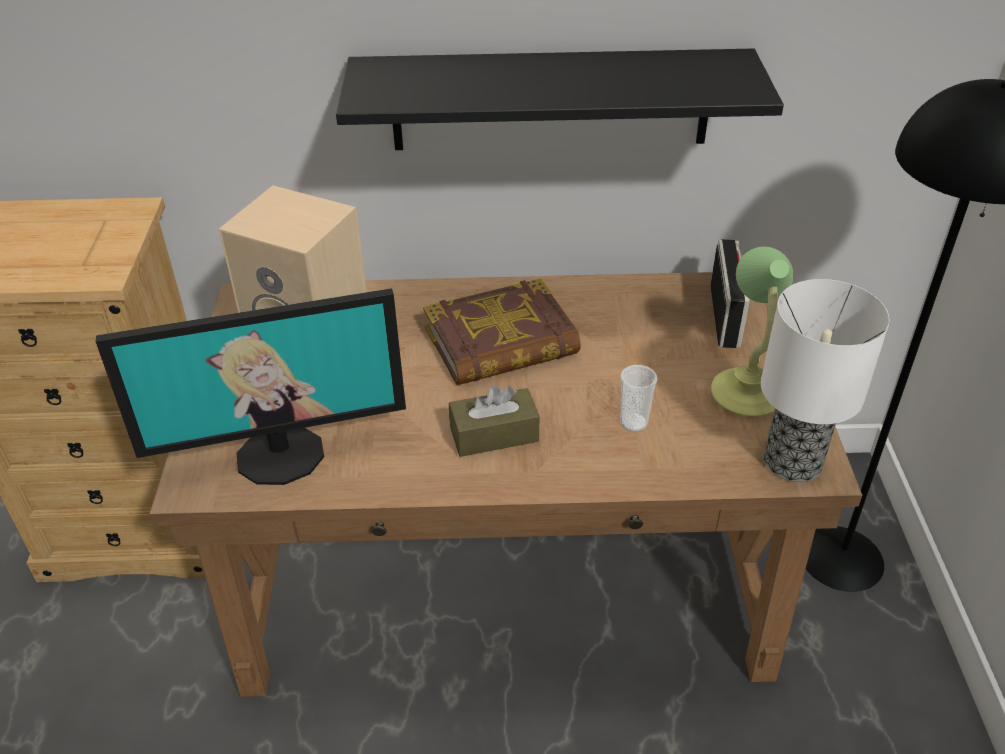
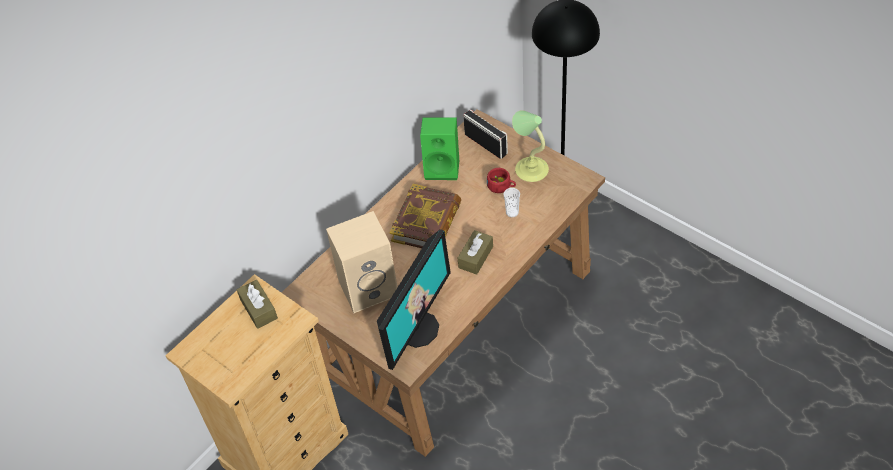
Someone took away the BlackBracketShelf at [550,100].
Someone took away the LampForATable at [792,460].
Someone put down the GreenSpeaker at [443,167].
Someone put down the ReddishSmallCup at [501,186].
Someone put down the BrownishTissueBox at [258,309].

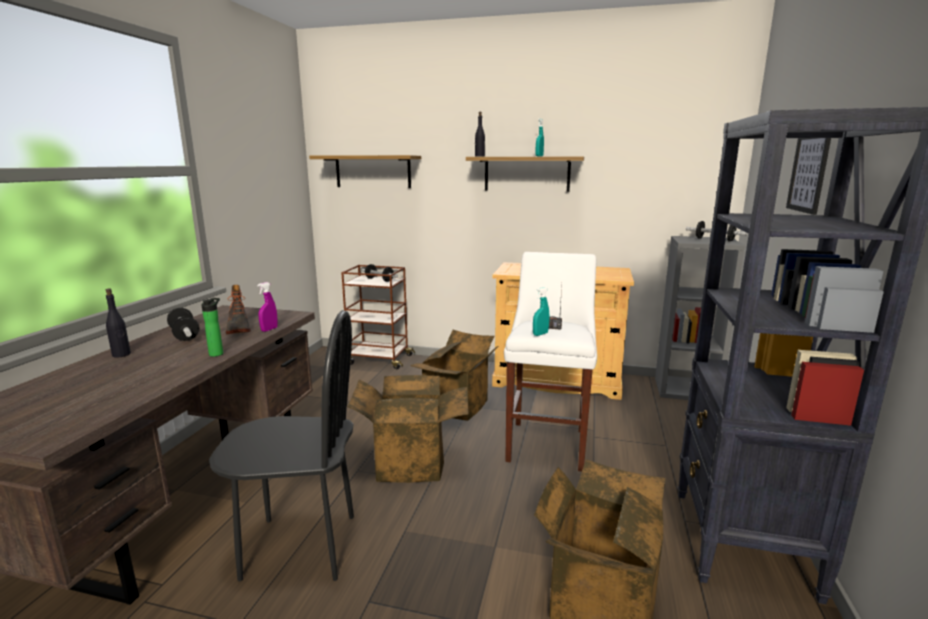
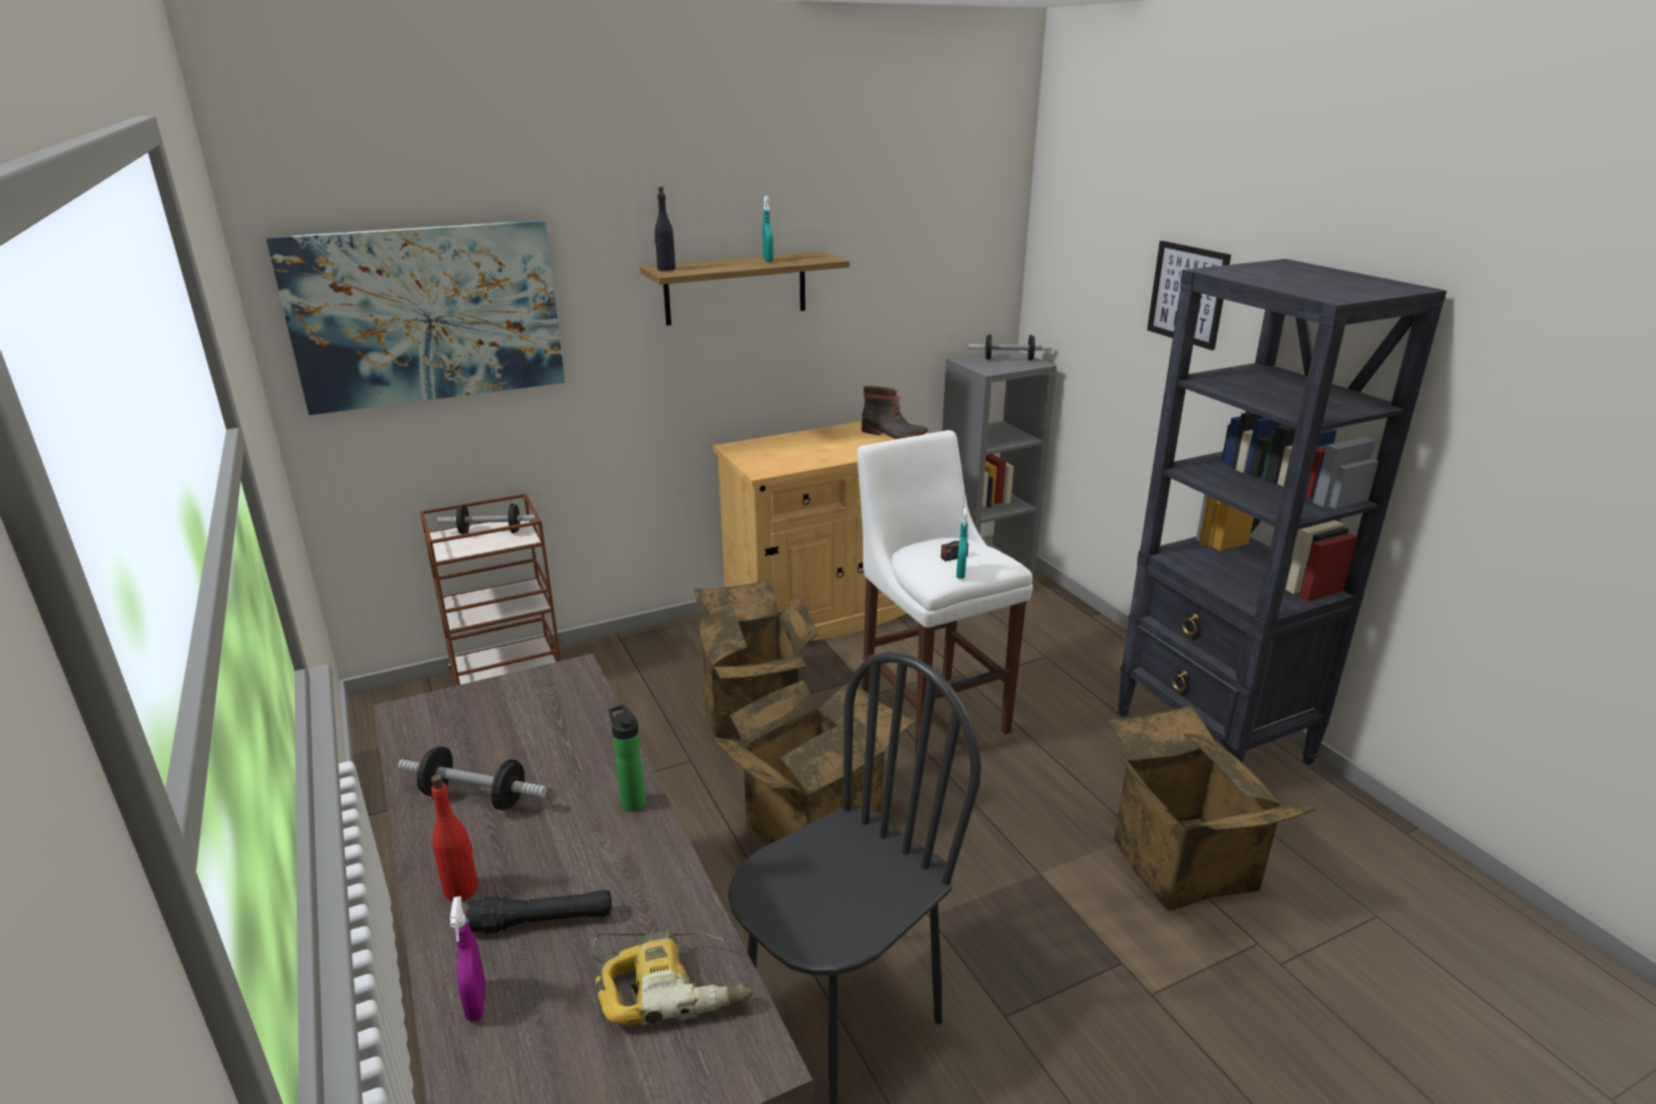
Someone swapped the BracketShelf at [373,171] for the WallArt at [427,314].
Someone carried the PurpleColouredHandSprayer from [269,329] to [476,1003].
Someone carried the TallBoot from [238,328] to [893,434].
Someone repainted the BlackBottle at [121,354], which became the ReddishBottle at [461,889].
Someone put down the BlackHandTorch at [542,921].
Someone put down the PowerDrill at [671,984].

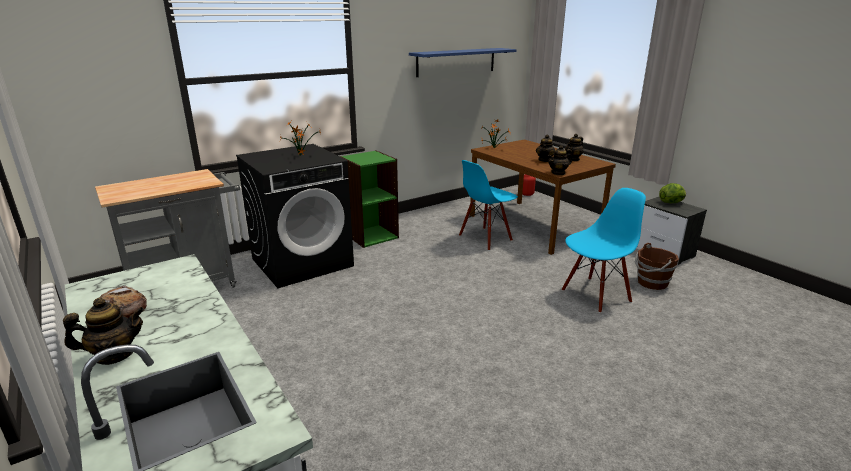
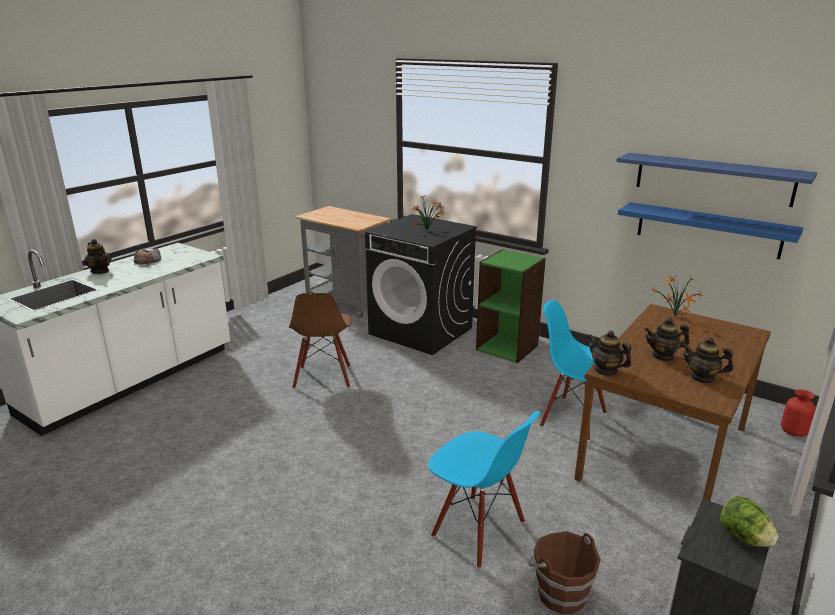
Someone put up the BlueColouredBracketShelf at [707,230].
Someone put down the BrownishChair at [323,377].

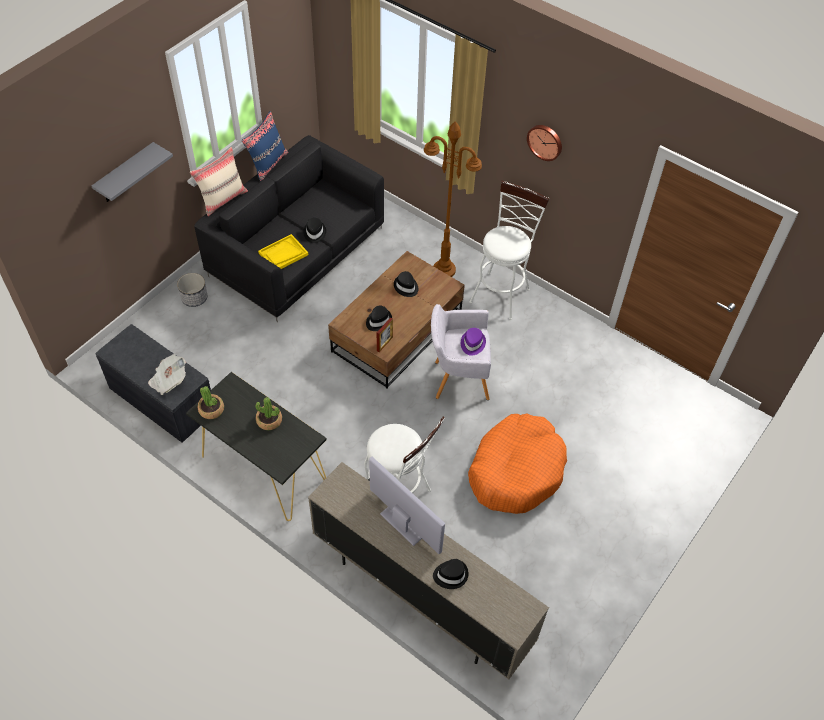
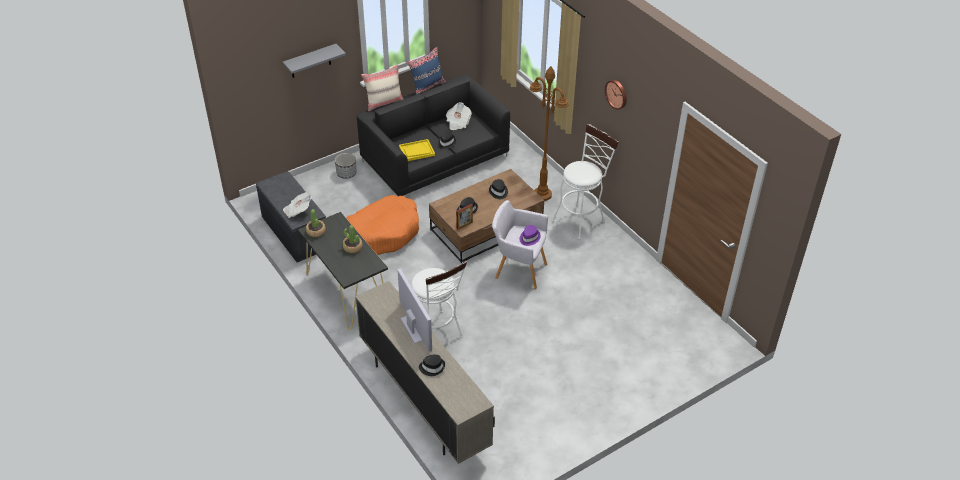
Someone carried the OrangeDogBed from [516,470] to [383,232].
Someone put down the PrintedPaper at [458,122].

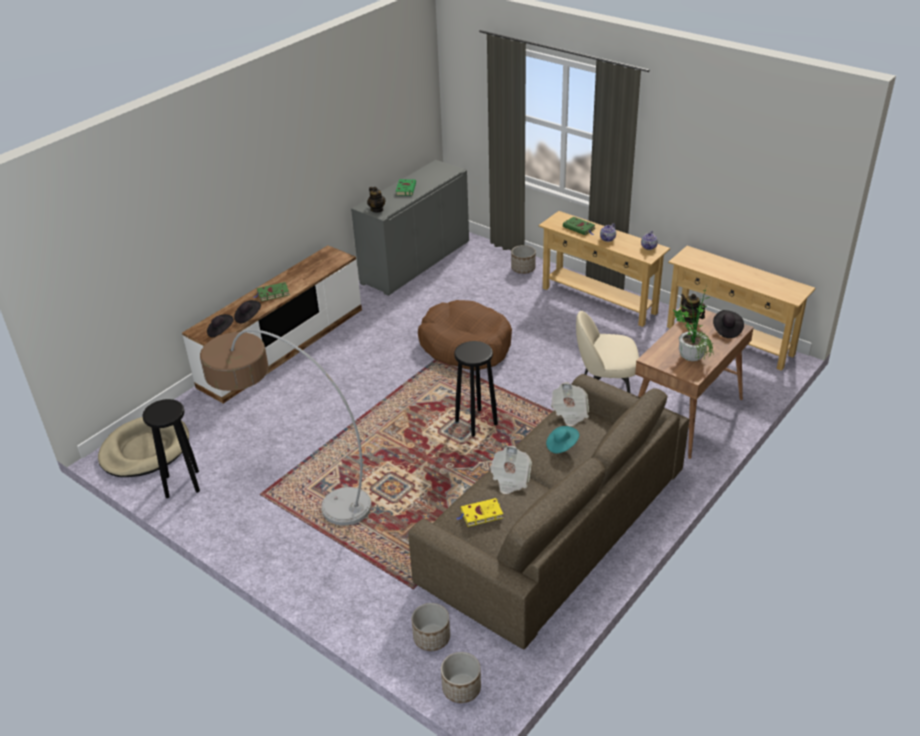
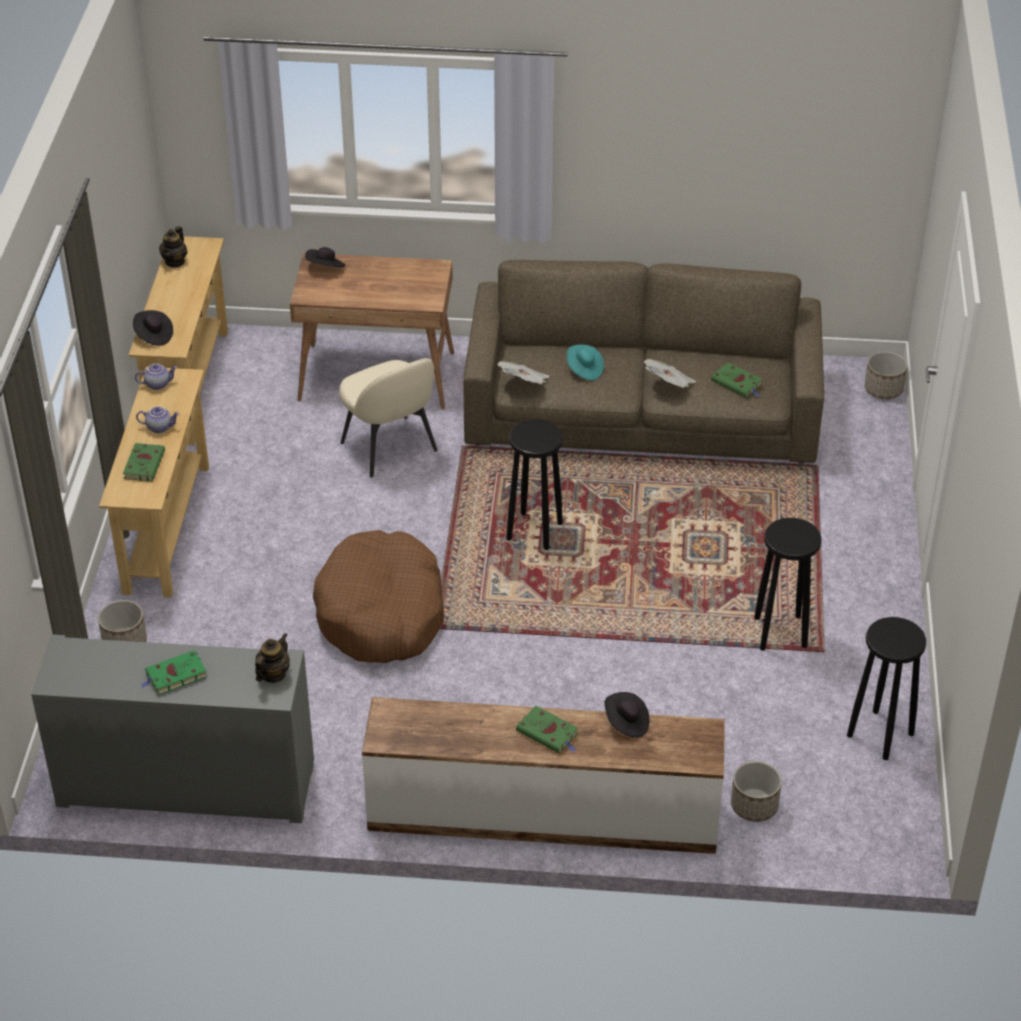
Someone took away the Houseplant at [690,354].
Someone carried the PotForTea from [690,319] to [175,261].
Someone carried the BlackClothingHat from [220,331] to [153,336].
Someone swapped the StandingLamp at [293,484] for the BlackStool at [781,633].
Someone took away the BeigeDogBed at [145,449].
Someone repainted the YellowVolume at [480,514], which became the GreenVolume at [738,383].
Someone carried the FlowerPot from [431,637] to [754,806].

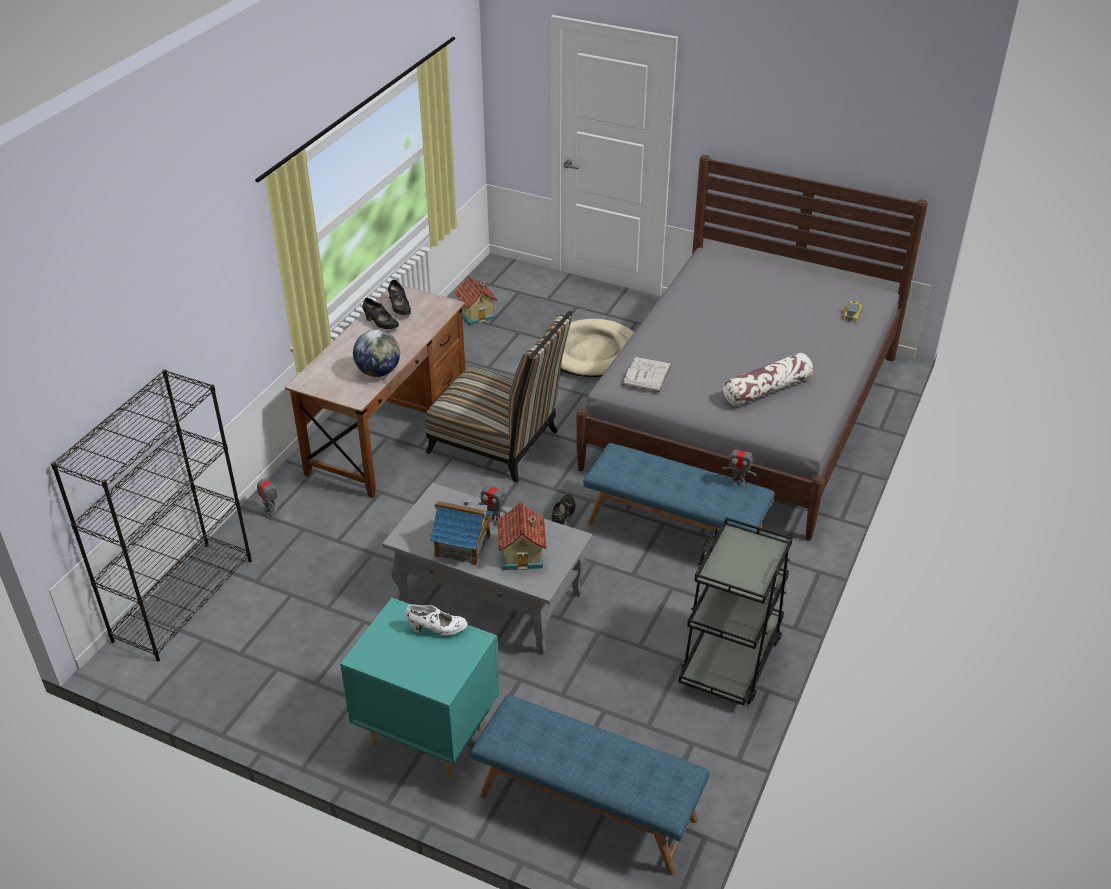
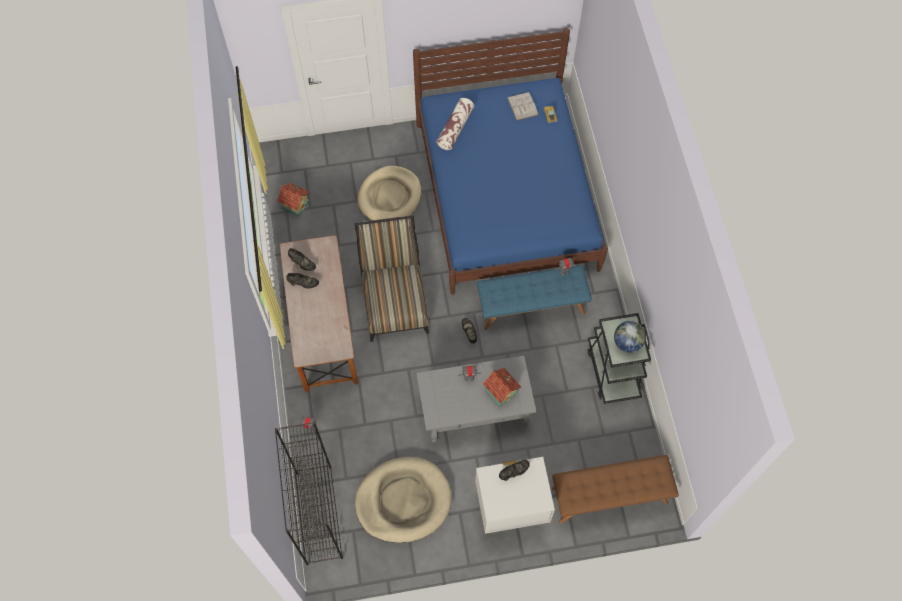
Someone repainted the GreySleepingBed at [744,411], which became the BlueColouredSleepingBed at [506,195].
Someone rotated the Chair at [500,444] by 90 degrees counterclockwise.
Someone carried the DeskGlobe from [378,372] to [627,342].
Someone carried the Pillow from [767,389] to [455,128].
Someone carried the WhiteVolume from [647,374] to [522,106].
Someone took away the ToyHouse at [463,546].
Someone repainted the TurquoiseColouredNightstand at [428,735], which became the WhiteNightstand at [511,508].
Someone repainted the WhiteLowShoe at [437,629], which became the BlackLowShoe at [514,472].
Someone repainted the BlueColouredBench at [587,808], which became the BrownishBench at [609,496].
Someone put down the BeigeDogBed at [403,501].

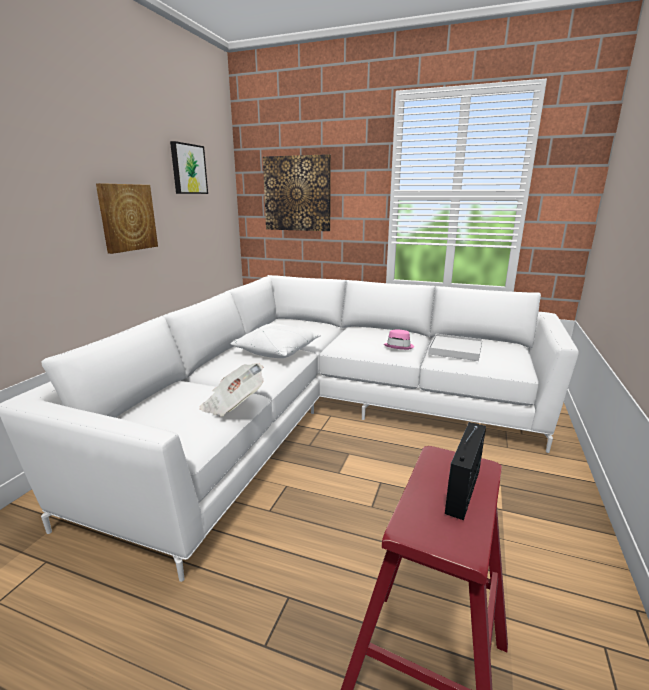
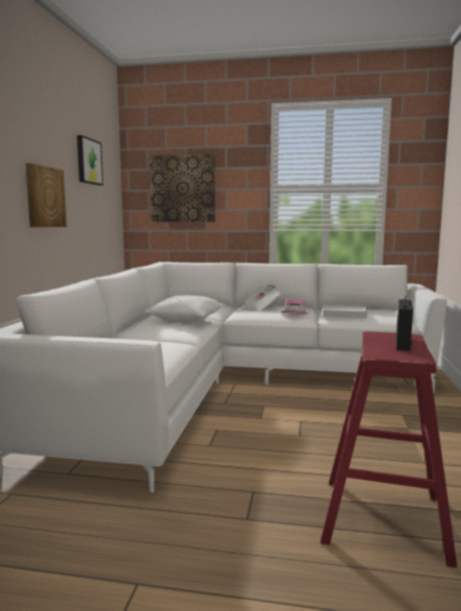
Someone carried the PrintedPaper from [233,404] to [259,308].

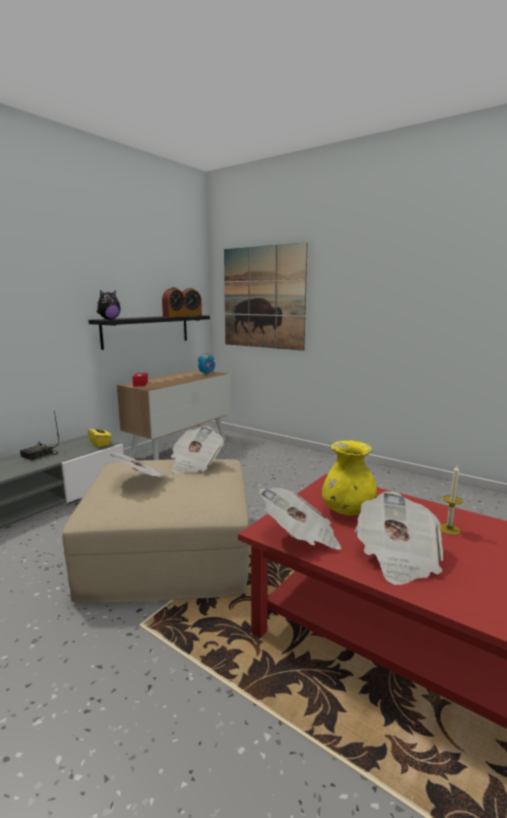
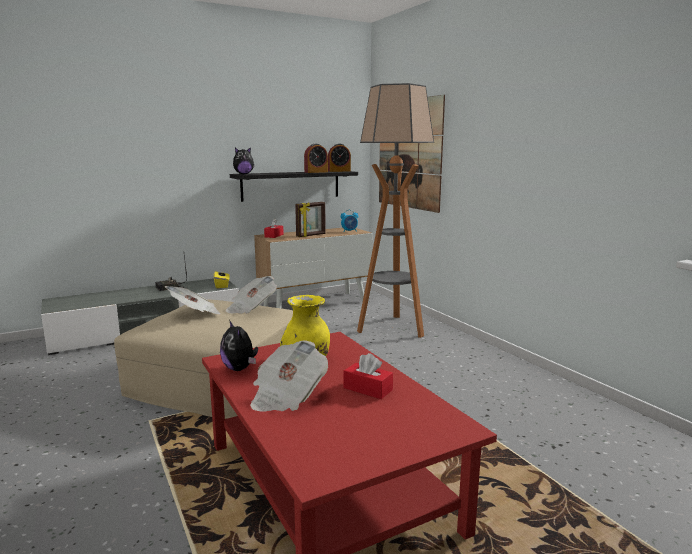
Someone swapped the WaxLight at [449,529] for the ReddishTissueBox at [368,389].
Someone swapped the PrintedPaper at [300,537] for the CuddlyToy at [240,368].
Someone put down the StandingLamp at [392,328].
Someone put down the StandingFrame at [311,235].

